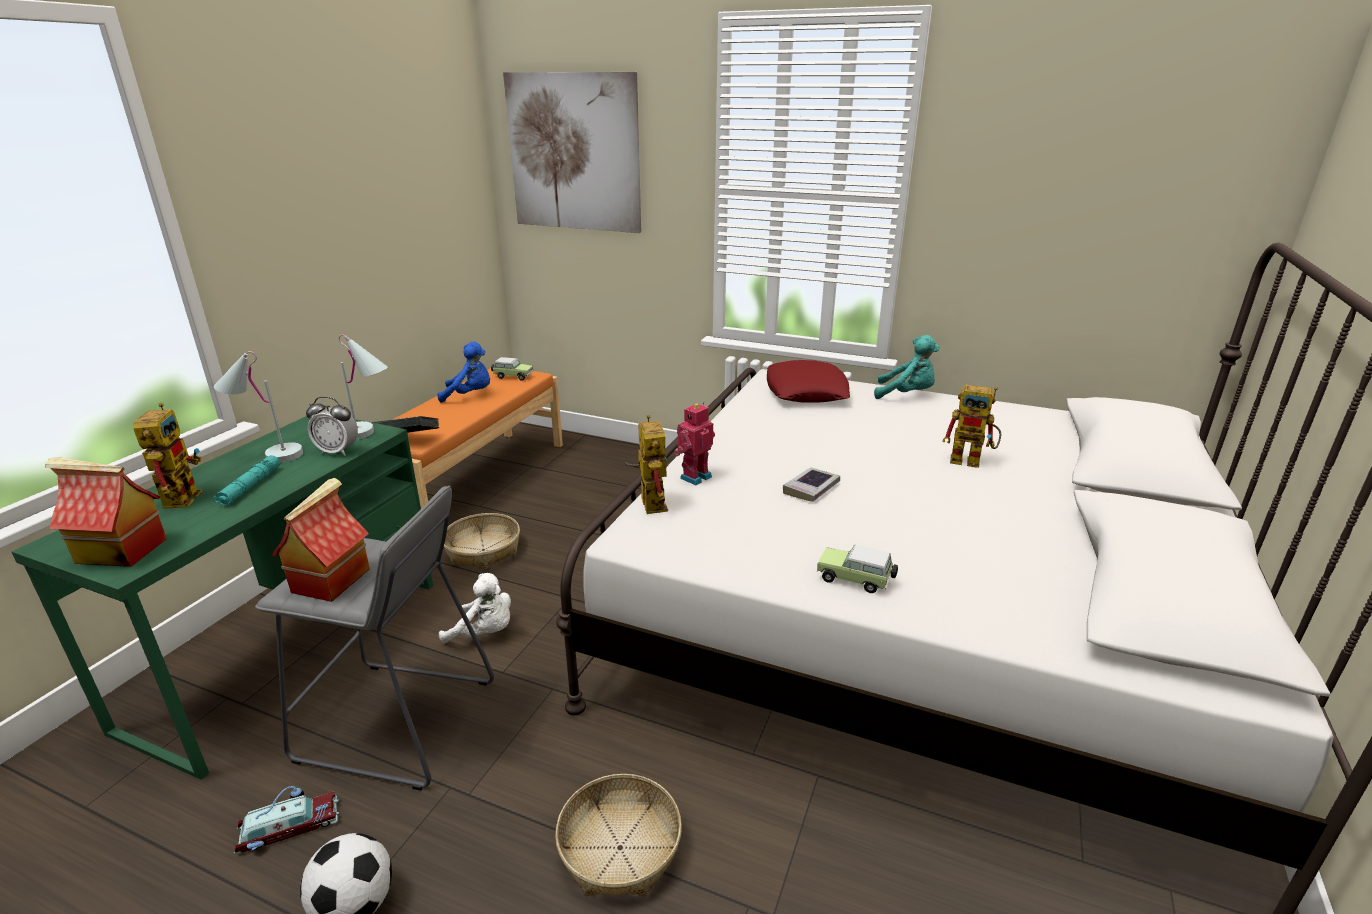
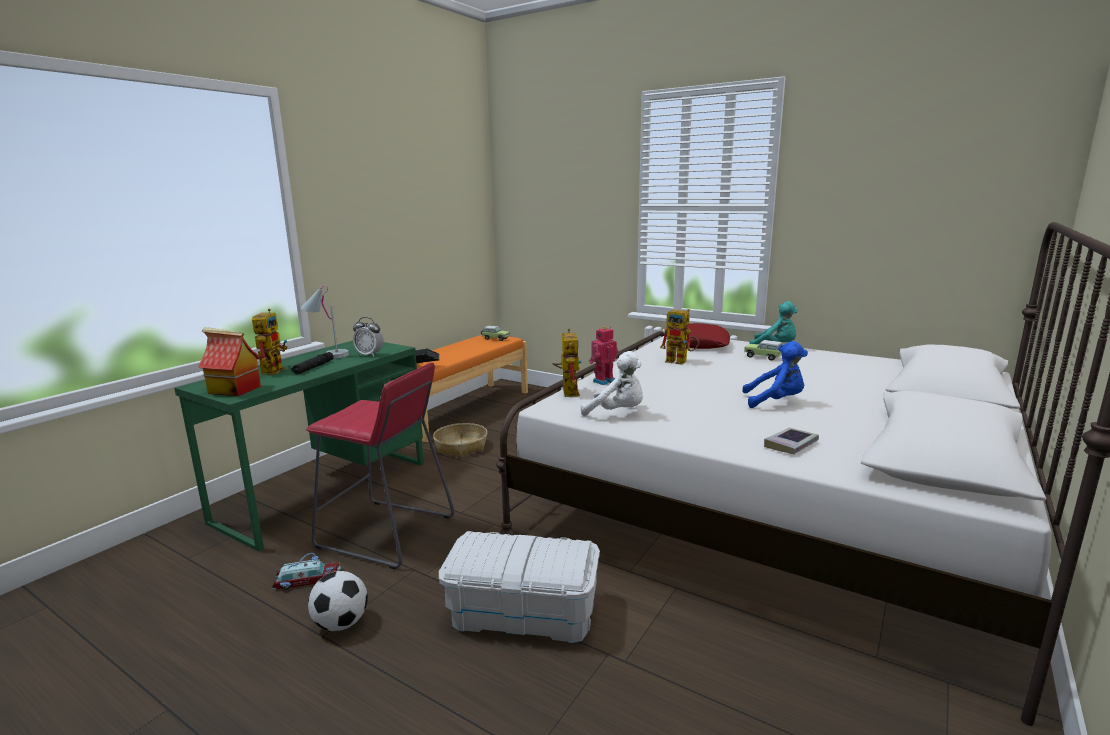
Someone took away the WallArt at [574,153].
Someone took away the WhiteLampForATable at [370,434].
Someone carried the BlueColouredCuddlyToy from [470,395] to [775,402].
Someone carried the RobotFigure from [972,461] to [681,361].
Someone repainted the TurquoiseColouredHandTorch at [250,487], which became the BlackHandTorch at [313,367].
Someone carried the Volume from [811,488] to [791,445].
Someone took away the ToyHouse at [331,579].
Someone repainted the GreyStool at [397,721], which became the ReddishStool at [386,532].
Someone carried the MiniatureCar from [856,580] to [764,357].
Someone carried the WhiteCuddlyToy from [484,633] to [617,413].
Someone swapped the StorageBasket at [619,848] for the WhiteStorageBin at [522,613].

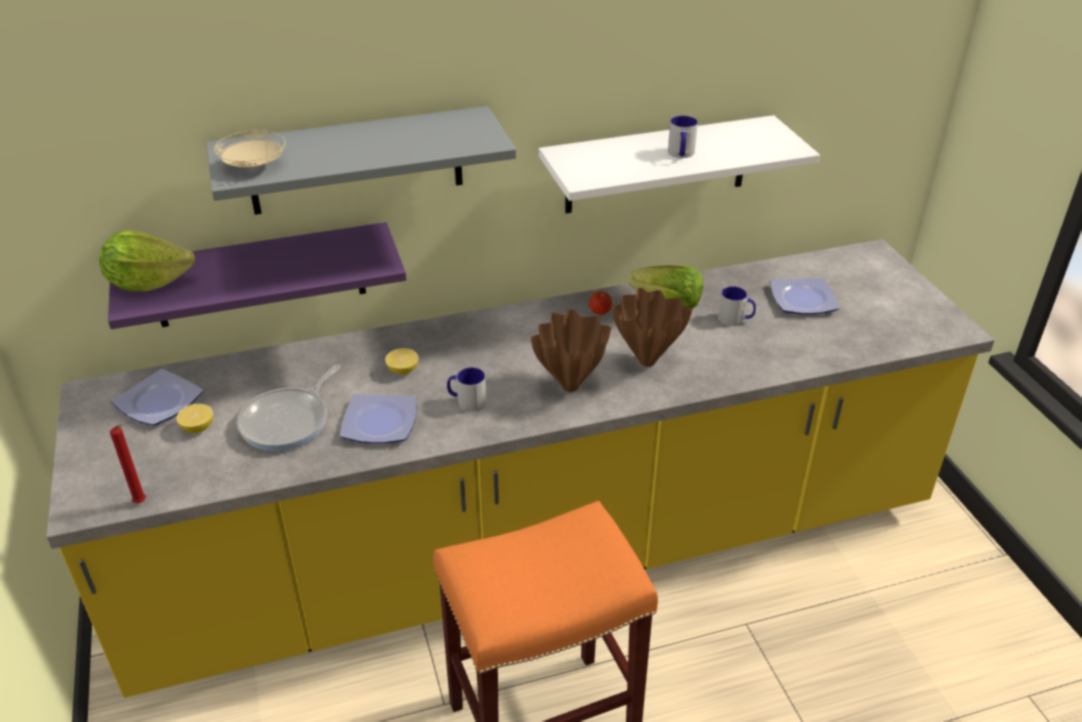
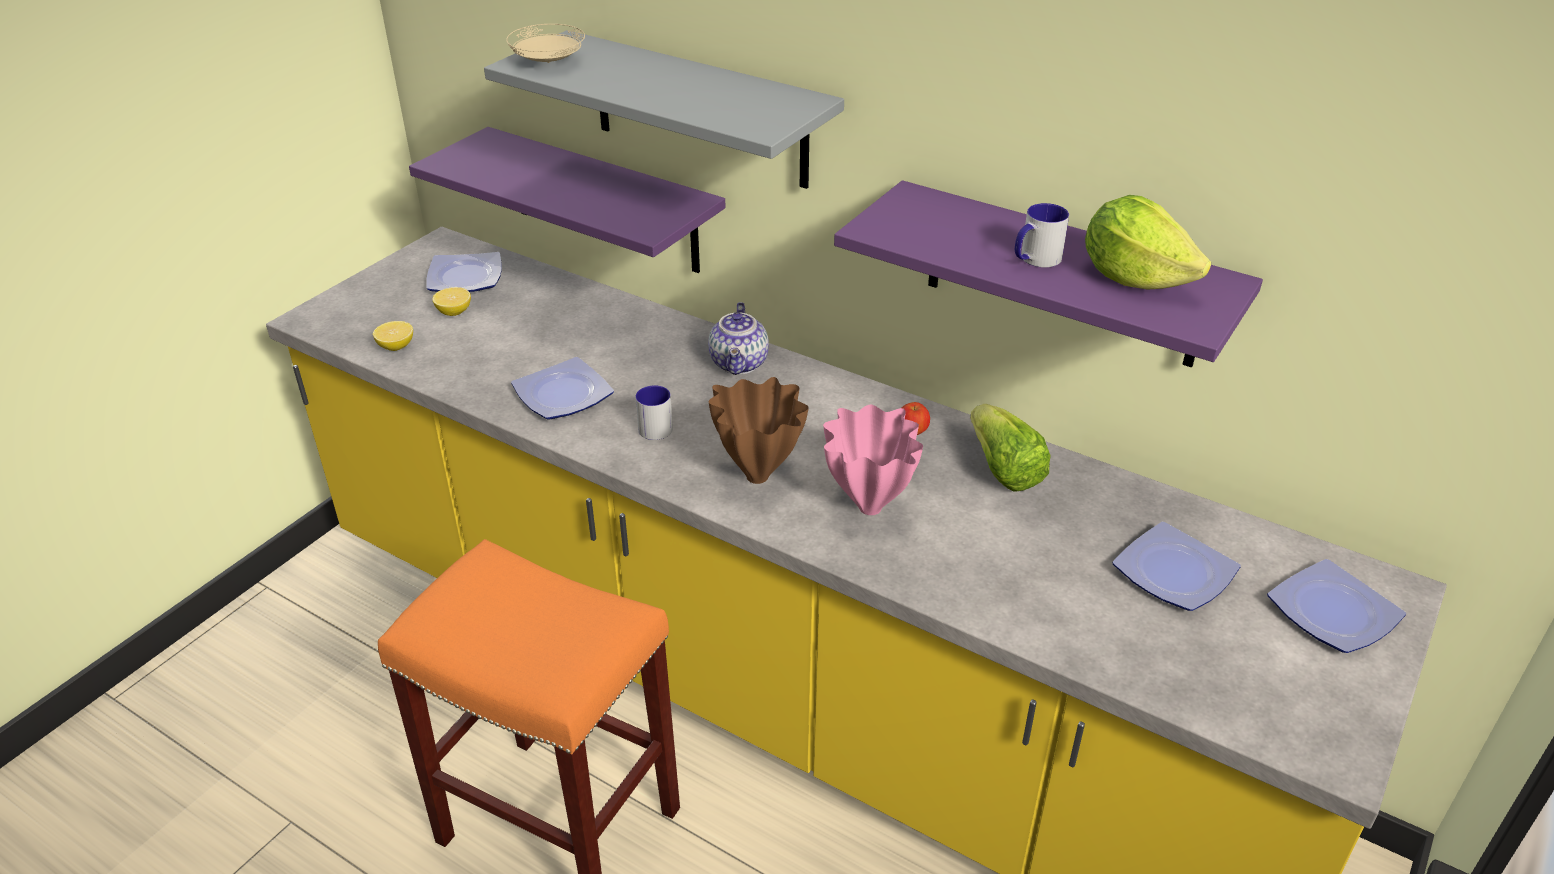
Someone repainted the WhiteBracketShelf at [657,165], which became the PurpleColouredBracketShelf at [1062,275].
Someone carried the HeadOfLettuce from [148,283] to [1134,278].
Someone took away the TeaMug at [735,319].
Someone repainted the BrownishDecorativeVase at [645,361], which became the PinkColouredDecorativeVase at [868,506].
Someone carried the Lemon from [403,370] to [396,347].
Someone took away the FryingPan at [289,421].
Someone took away the ReddishWaxLight at [141,503].
Someone put down the PotForTea at [740,364].
Someone put down the Plate at [1329,612].

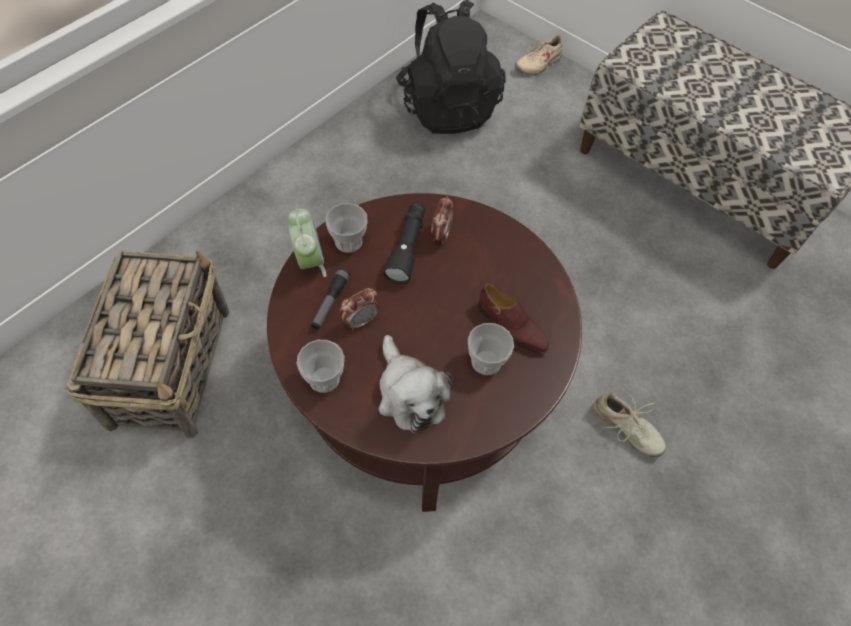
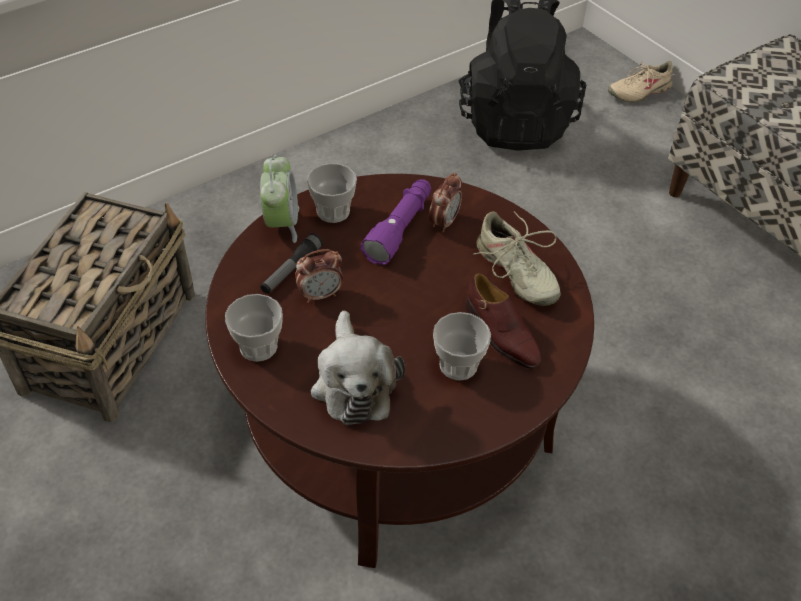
Someone repainted the BlackHandTorch at [407,247], which became the PurpleColouredHandTorch at [400,229].
Someone carried the BeigeLowShoe from [625,428] to [515,273].

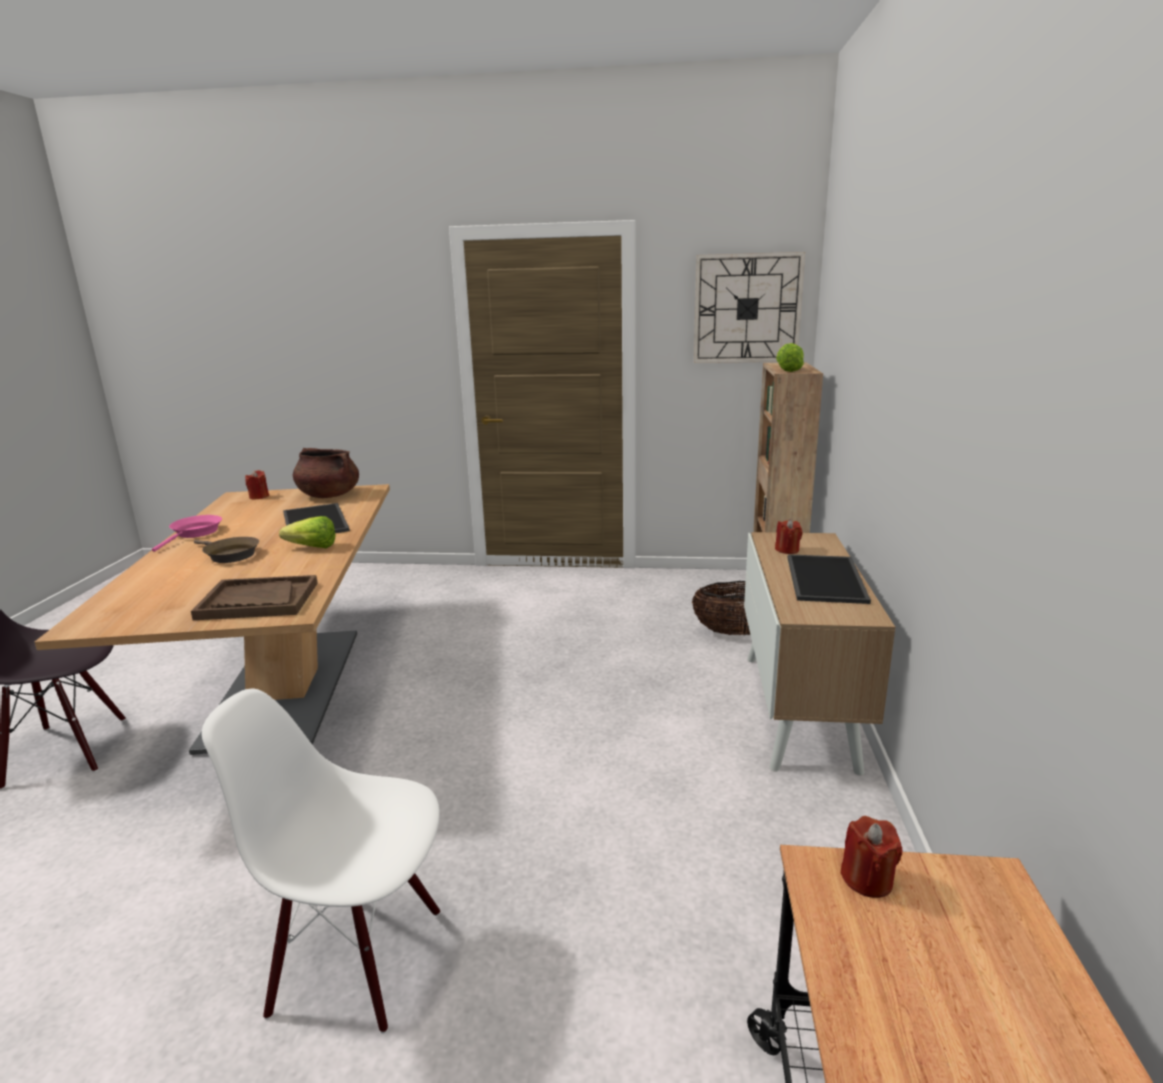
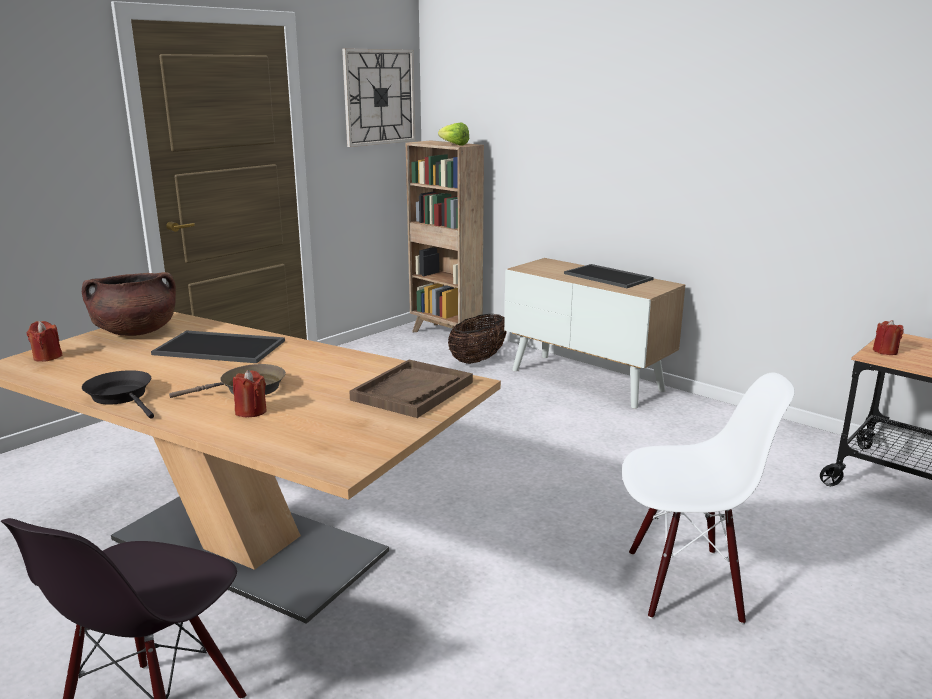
Someone repainted the PinkColouredFryingPan at [195,533], which became the BlackFryingPan at [122,396].
Someone took away the HeadOfLettuce at [309,547].
Someone carried the ReddishWaxLight from [787,550] to [251,411].
Someone rotated the WhiteChair at [359,958] by 135 degrees counterclockwise.

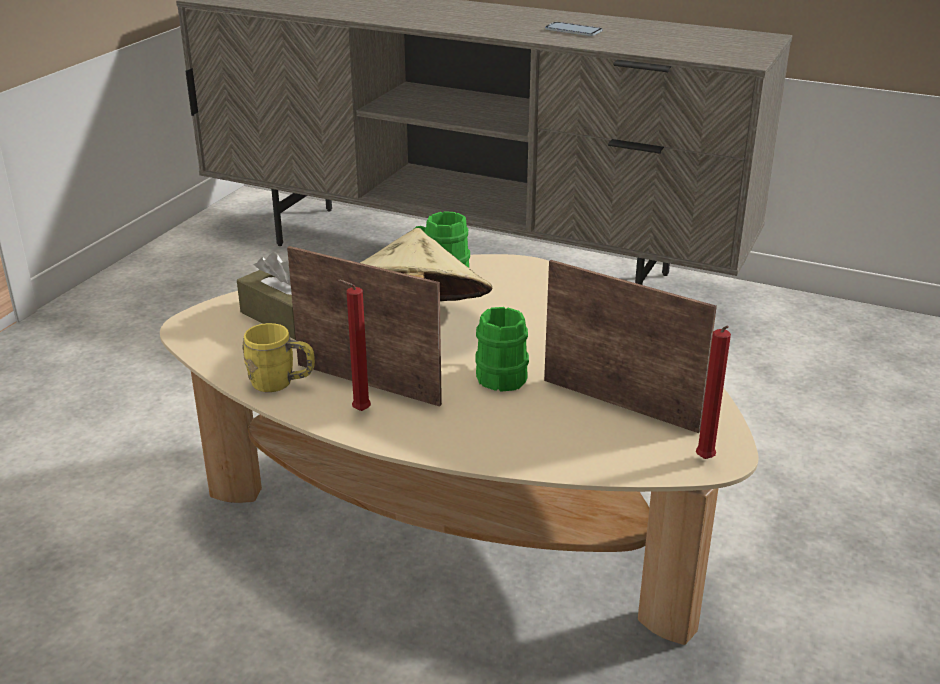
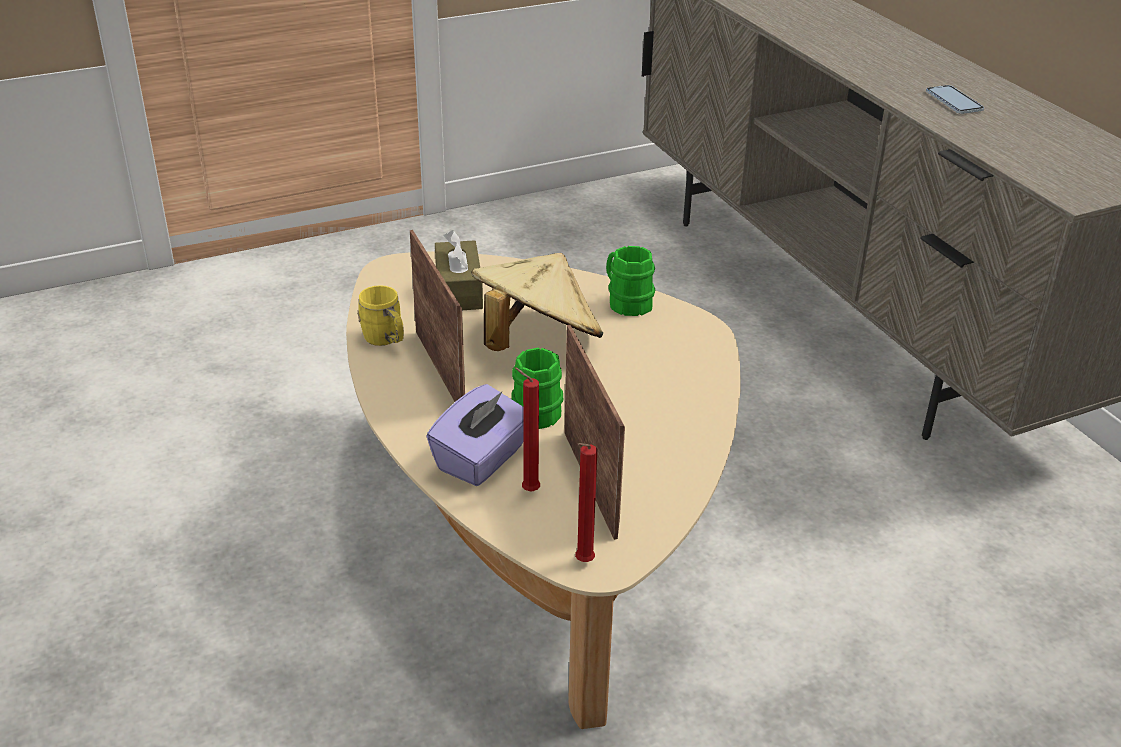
Someone carried the ReddishWaxLight from [358,412] to [527,490].
Someone put down the PurpleColouredTissueBox at [482,459].

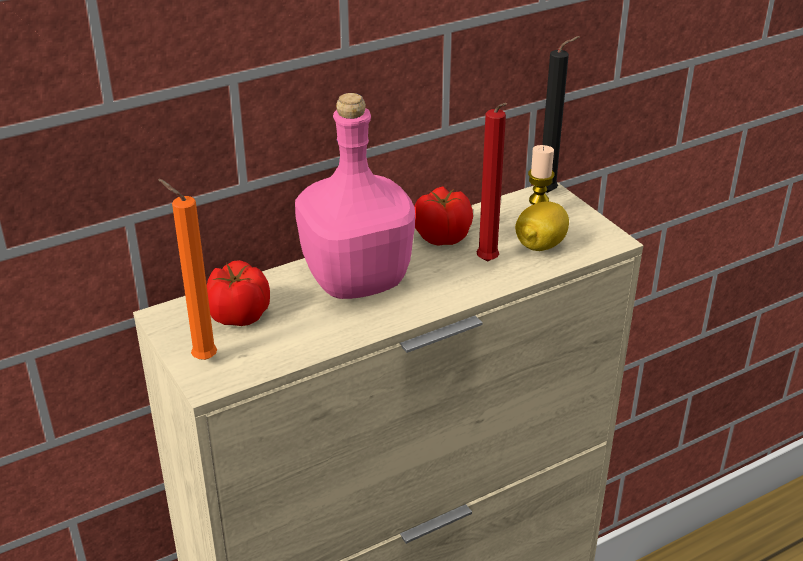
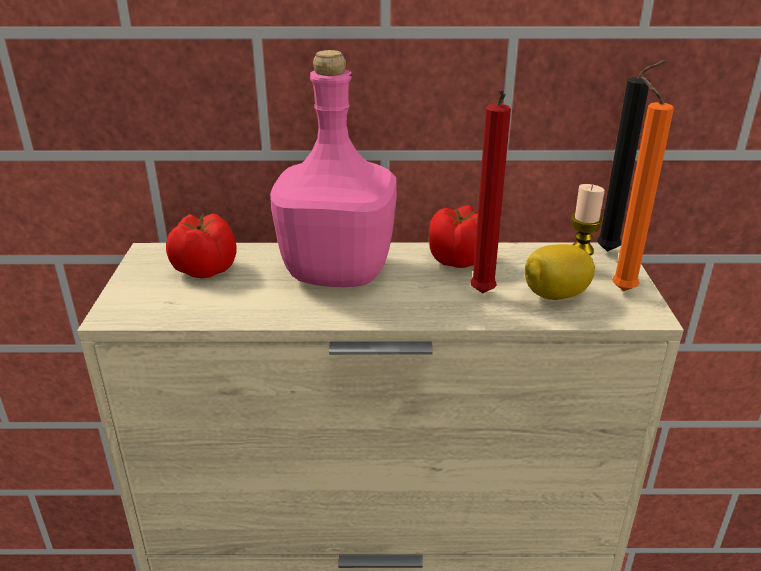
Someone carried the OrangeWaxLight from [201,358] to [619,289].

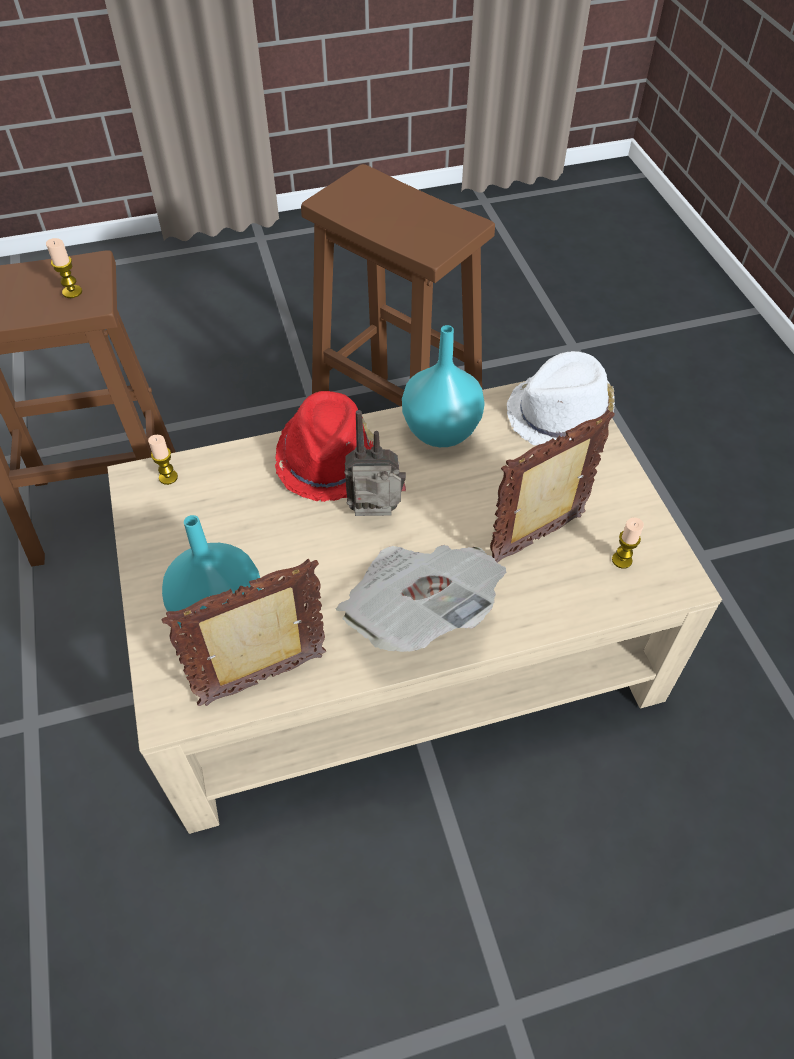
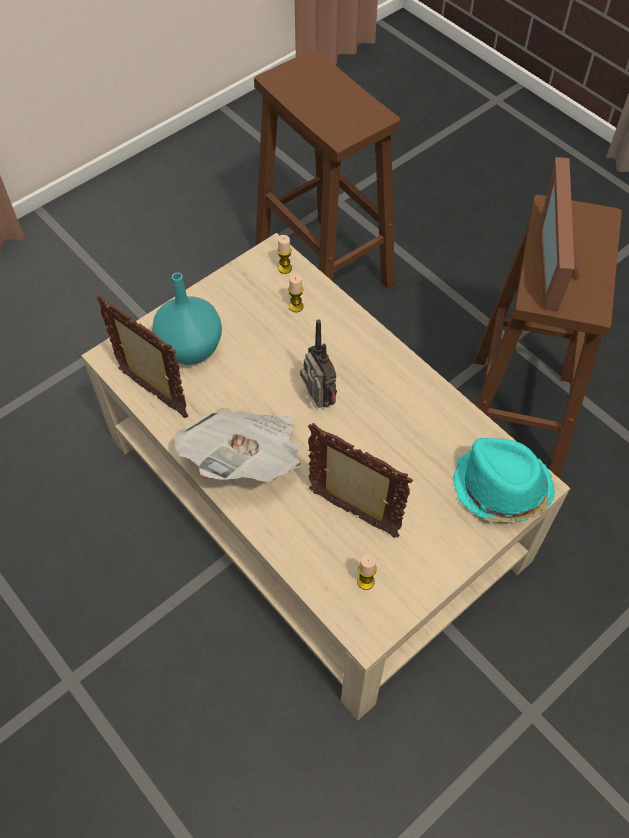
Someone carried the WaxLight from [72,292] to [296,306].
Someone took away the TurquoiseColouredDecorativeVase at [442,430].
Someone repainted the WhiteClothingHat at [560,415], which became the TurquoiseColouredClothingHat at [500,488].
Someone took away the ReddishClothingHat at [328,459].
Someone put down the StandingFrame at [559,263].

